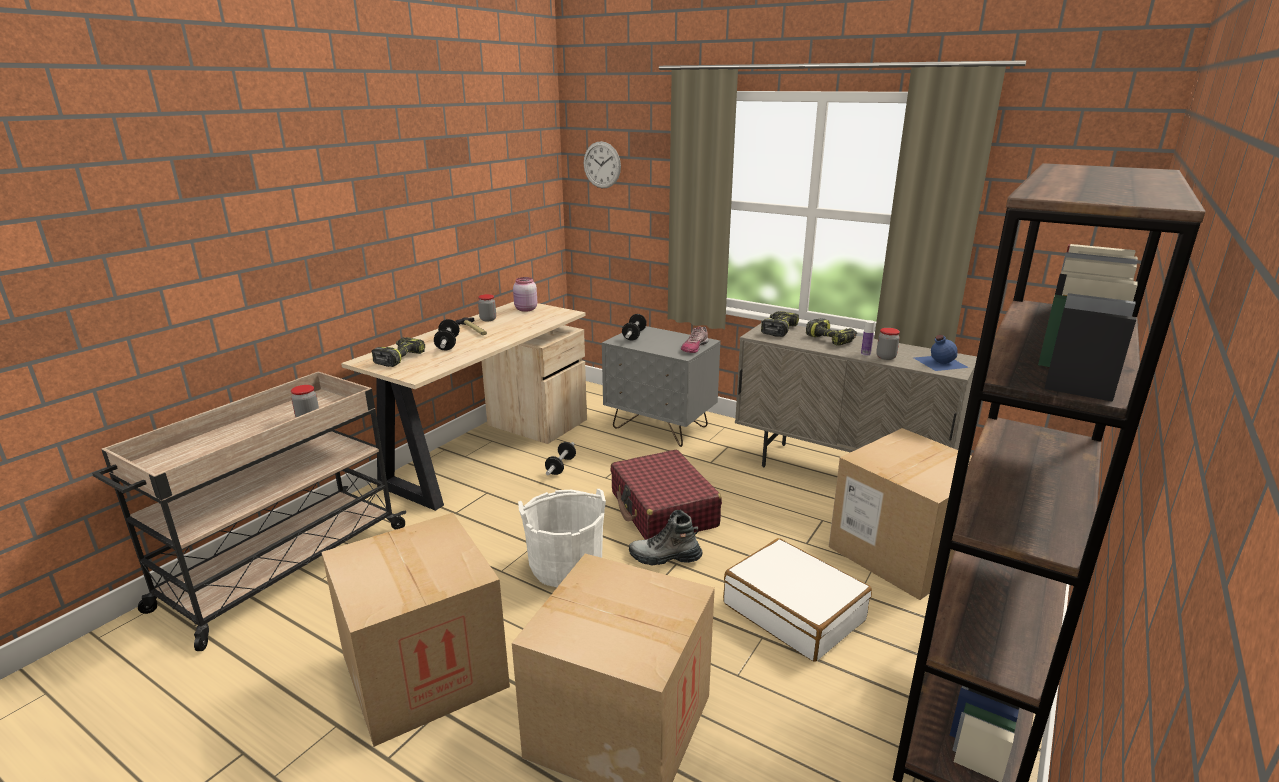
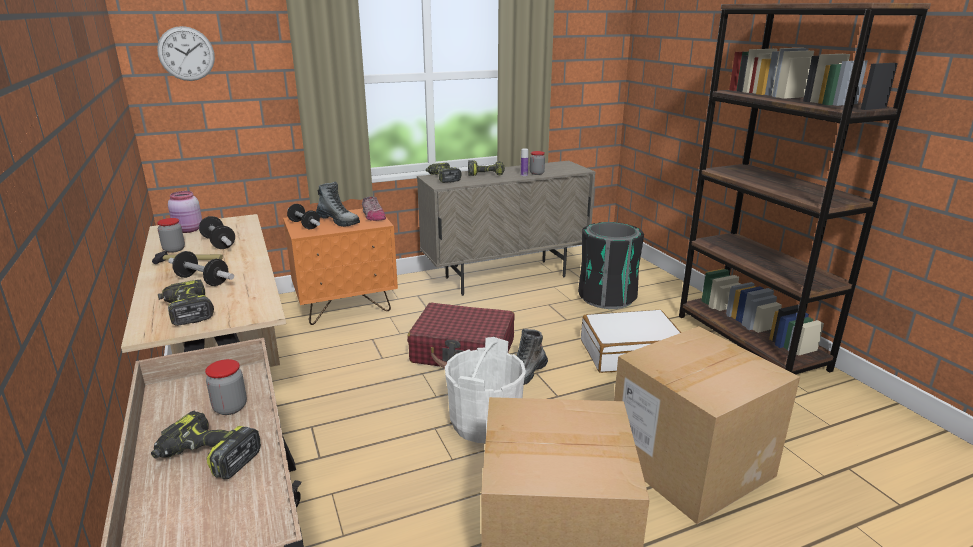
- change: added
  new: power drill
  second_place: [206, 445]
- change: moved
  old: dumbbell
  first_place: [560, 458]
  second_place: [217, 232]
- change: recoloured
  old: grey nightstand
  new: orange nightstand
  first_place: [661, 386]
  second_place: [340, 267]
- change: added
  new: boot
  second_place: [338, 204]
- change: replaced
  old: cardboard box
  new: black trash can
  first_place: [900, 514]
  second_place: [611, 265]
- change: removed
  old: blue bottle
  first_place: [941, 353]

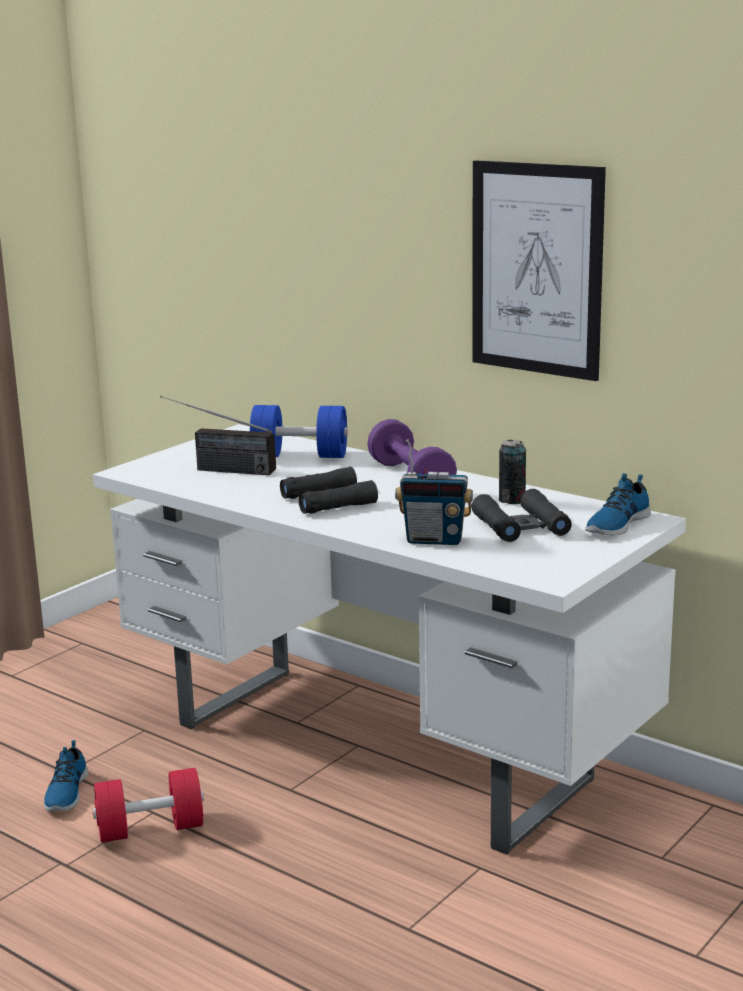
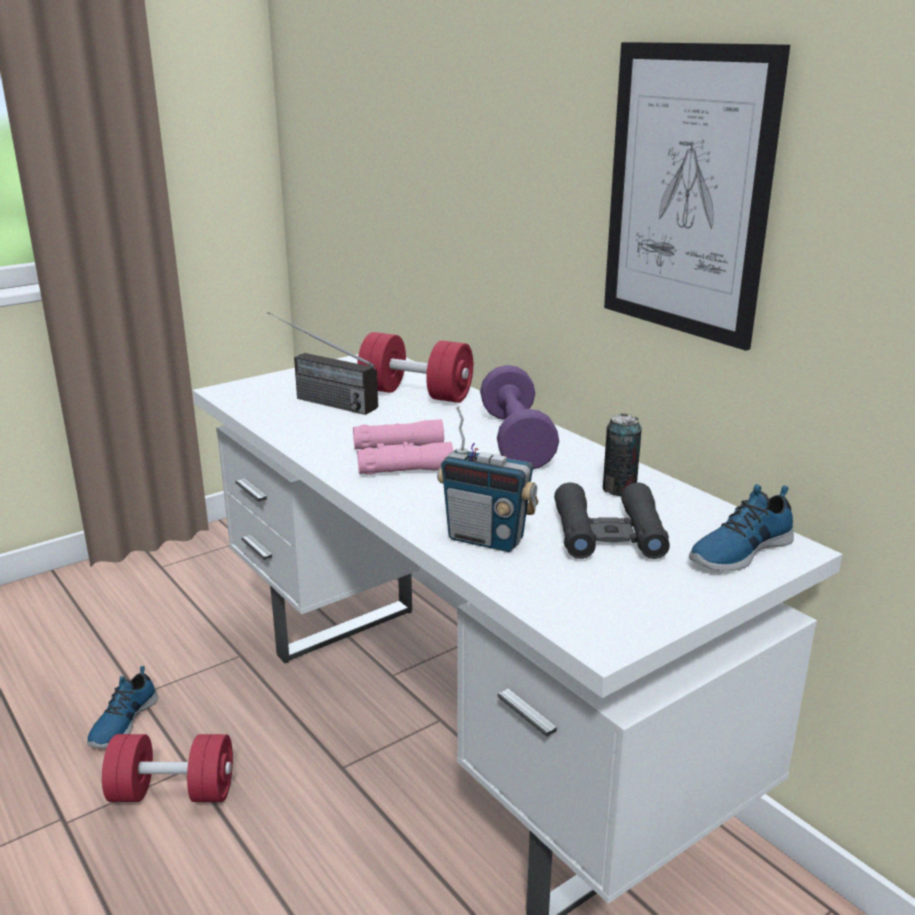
- change: recoloured
  old: black binoculars
  new: pink binoculars
  first_place: [329, 490]
  second_place: [403, 447]
- change: recoloured
  old: blue dumbbell
  new: red dumbbell
  first_place: [299, 431]
  second_place: [415, 367]

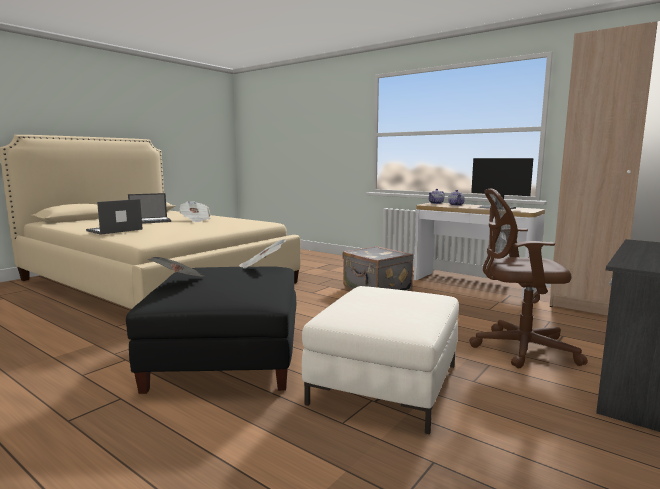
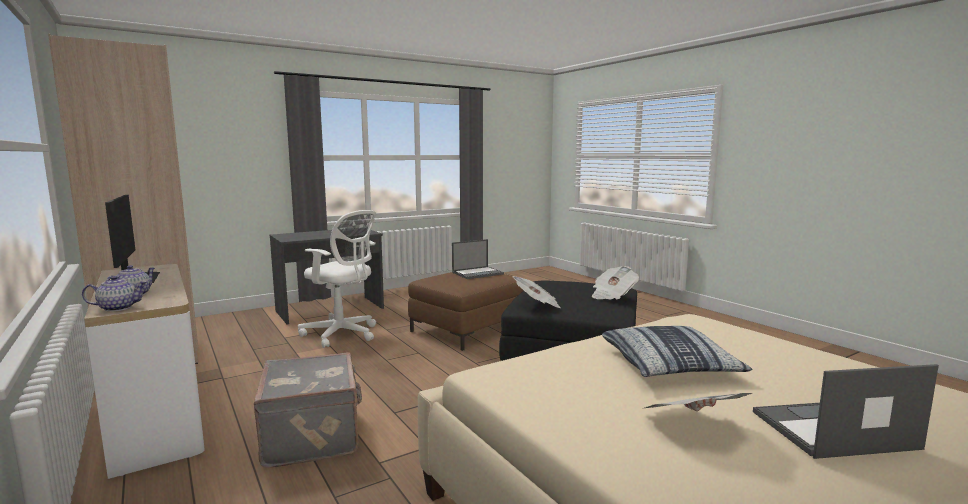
- change: recoloured
  old: brown office chair
  new: white office chair
  first_place: [528, 278]
  second_place: [337, 279]
- change: recoloured
  old: white ottoman
  new: brown ottoman
  first_place: [380, 360]
  second_place: [466, 311]
- change: moved
  old: laptop
  first_place: [114, 217]
  second_place: [478, 259]
- change: added
  new: pillow
  second_place: [677, 351]

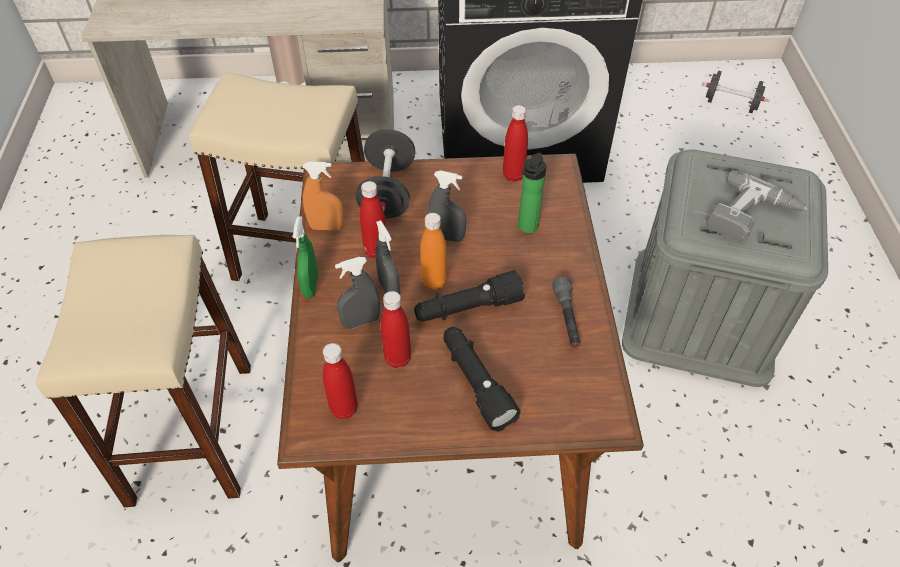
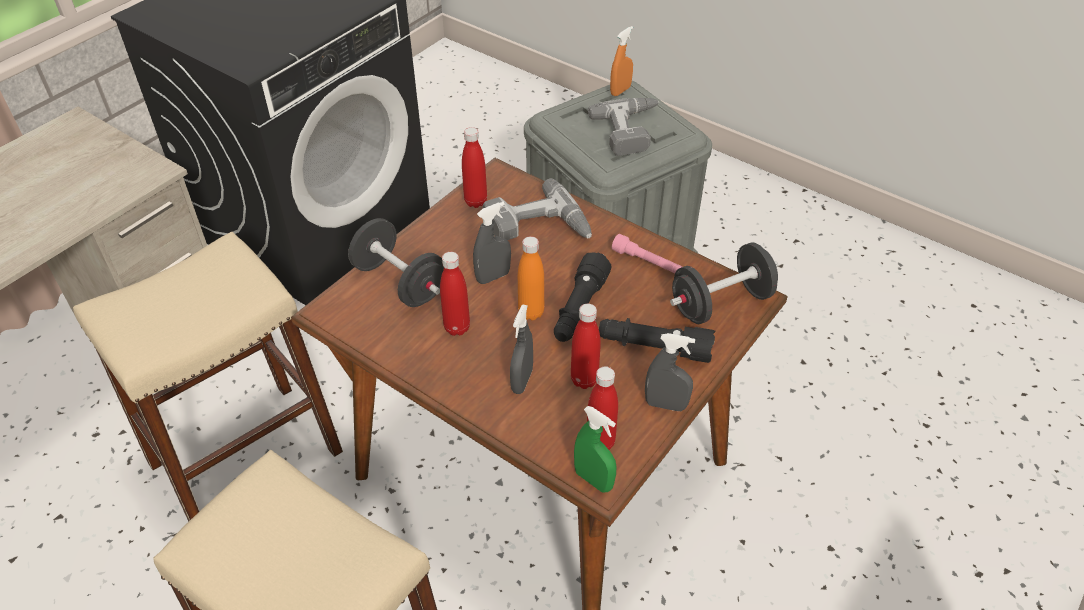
- change: replaced
  old: bottle
  new: power drill
  first_place: [532, 193]
  second_place: [537, 209]
- change: moved
  old: green spray bottle
  first_place: [305, 257]
  second_place: [595, 449]
- change: moved
  old: orange spray bottle
  first_place: [323, 196]
  second_place: [621, 61]
- change: recoloured
  old: grey flashlight
  new: pink flashlight
  first_place: [566, 312]
  second_place: [647, 253]
- change: moved
  old: grey spray bottle
  first_place: [387, 257]
  second_place: [670, 372]
- change: moved
  old: black dumbbell
  first_place: [736, 92]
  second_place: [724, 283]

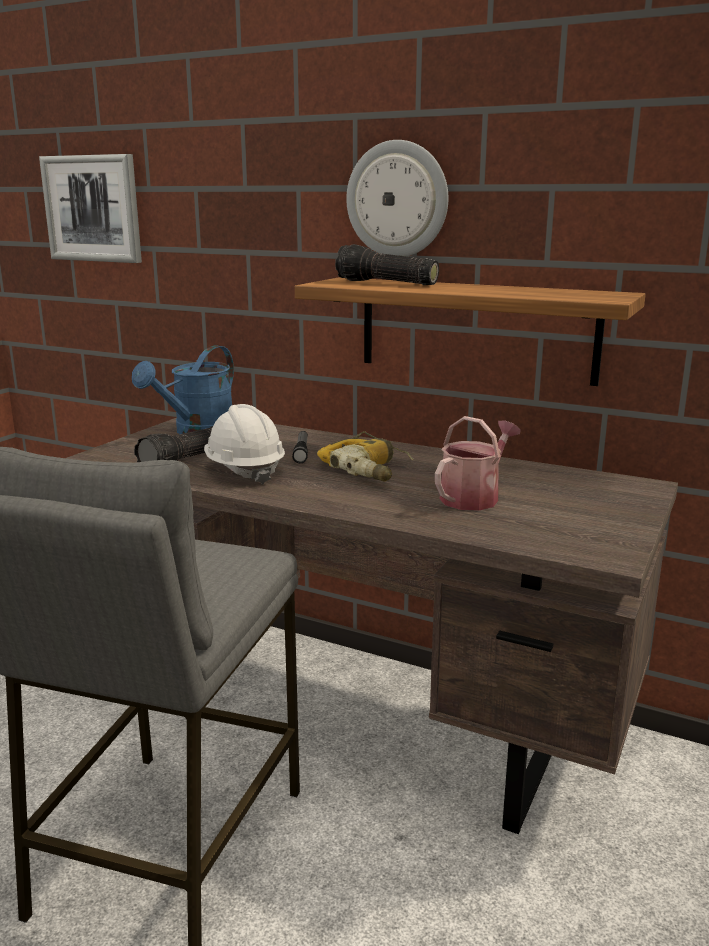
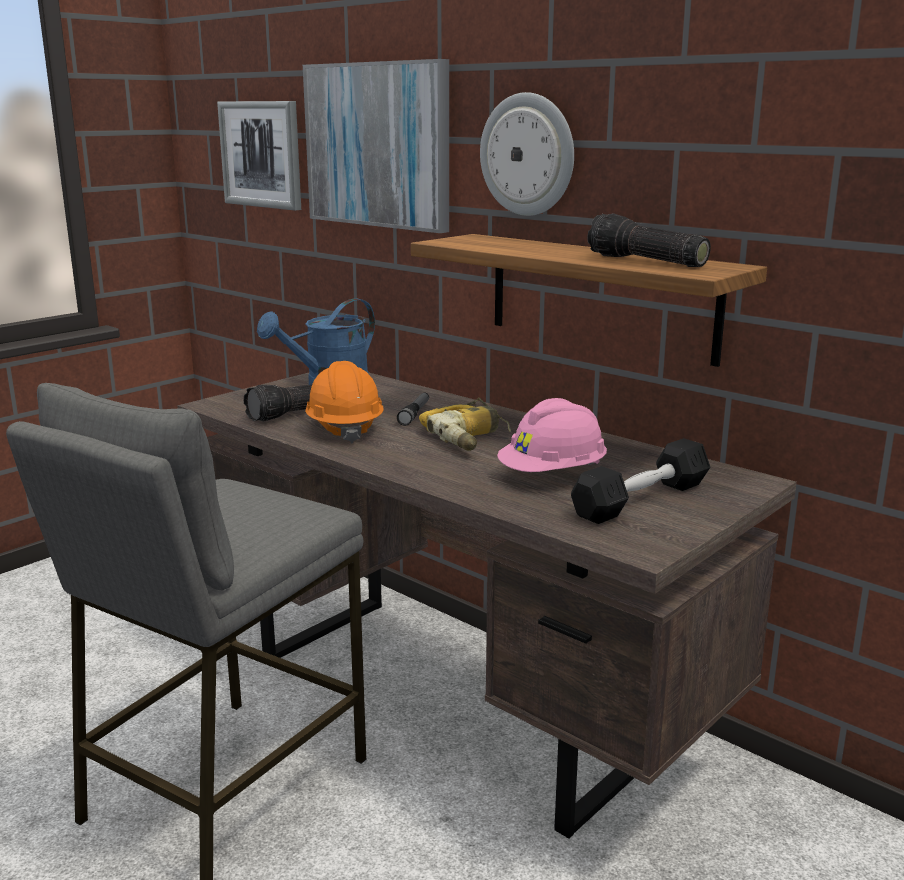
- change: added
  new: picture
  second_place: [376, 146]
- change: recoloured
  old: white hard hat
  new: orange hard hat
  first_place: [244, 444]
  second_place: [344, 402]
- change: replaced
  old: watering can
  new: pink hard hat
  first_place: [478, 463]
  second_place: [552, 435]
- change: added
  new: black dumbbell
  second_place: [640, 481]
- change: moved
  old: flashlight
  first_place: [387, 264]
  second_place: [649, 240]

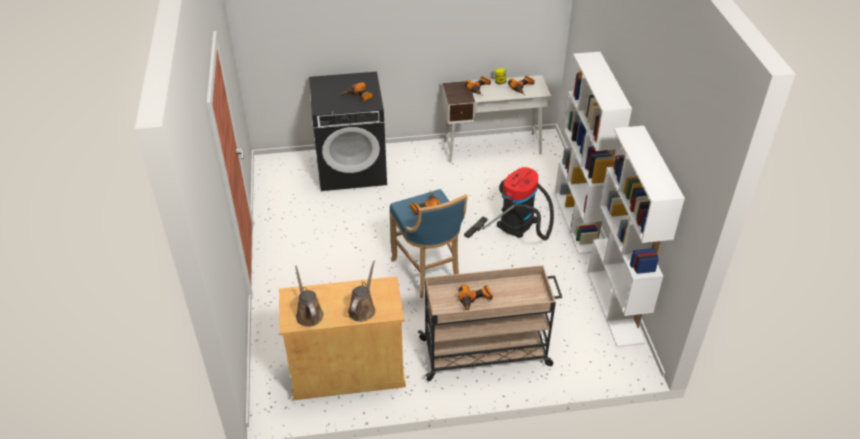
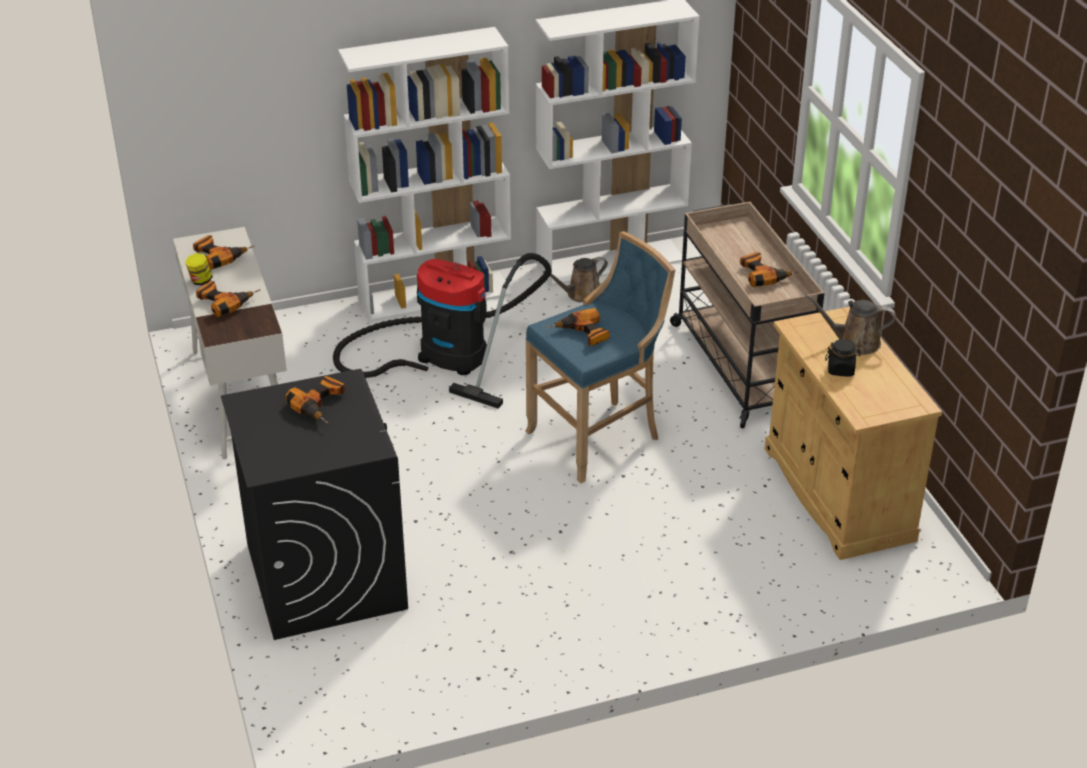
- change: moved
  old: brown watering can
  first_place: [309, 296]
  second_place: [575, 279]
- change: added
  new: black jar
  second_place: [843, 357]

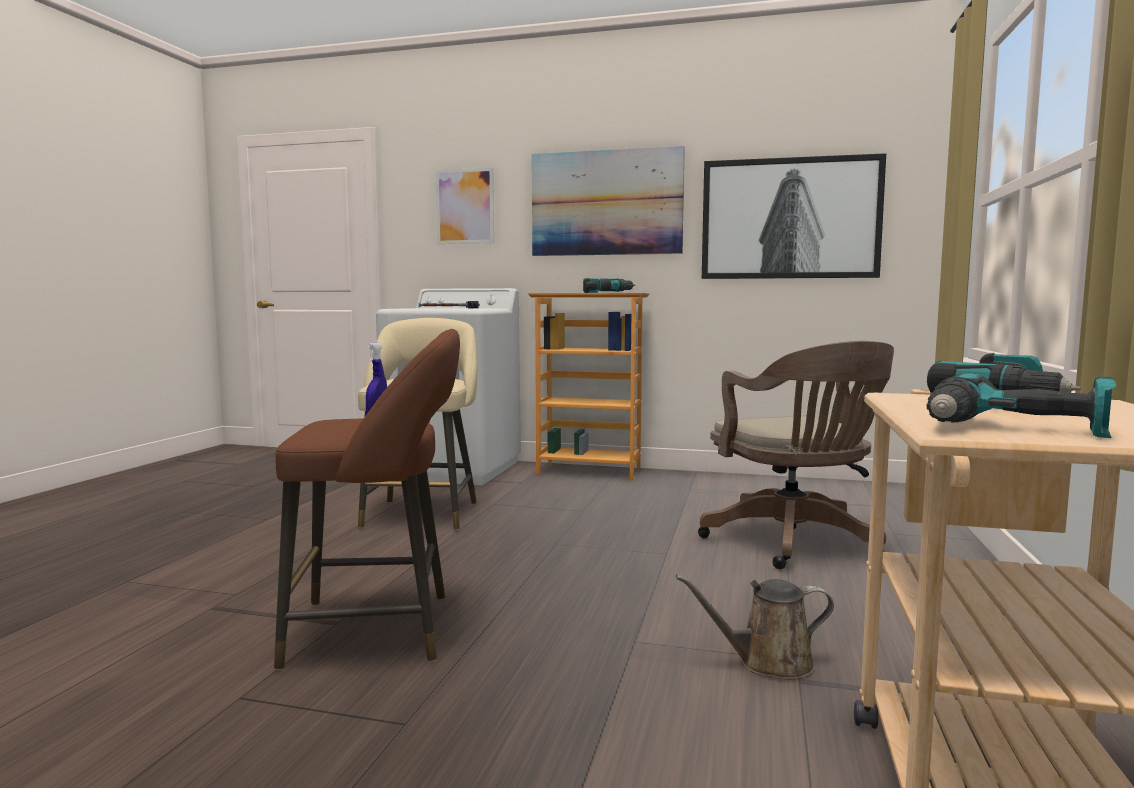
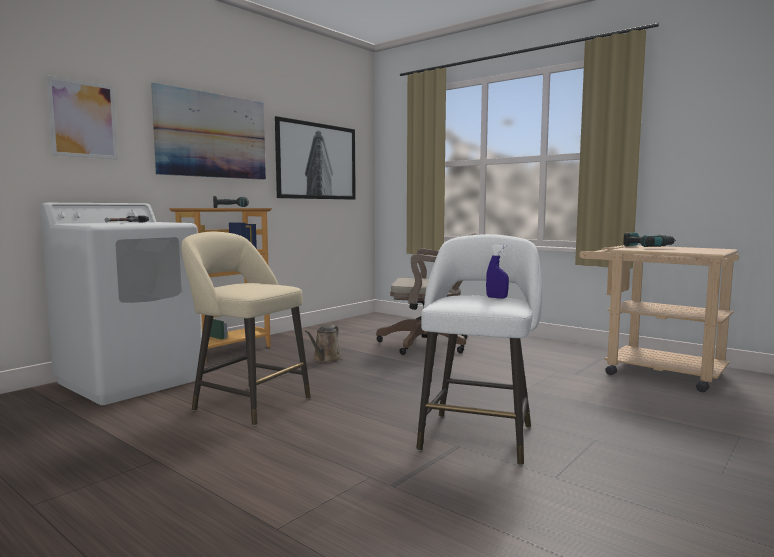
- change: moved
  old: brown watering can
  first_place: [755, 627]
  second_place: [323, 344]
- change: recoloured
  old: brown stool
  new: white stool
  first_place: [367, 499]
  second_place: [479, 350]
- change: removed
  old: power drill
  first_place: [1021, 405]

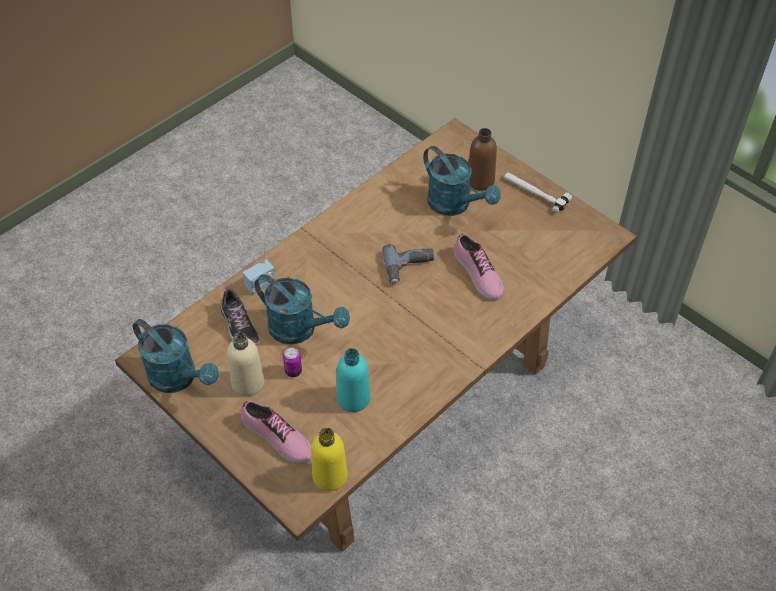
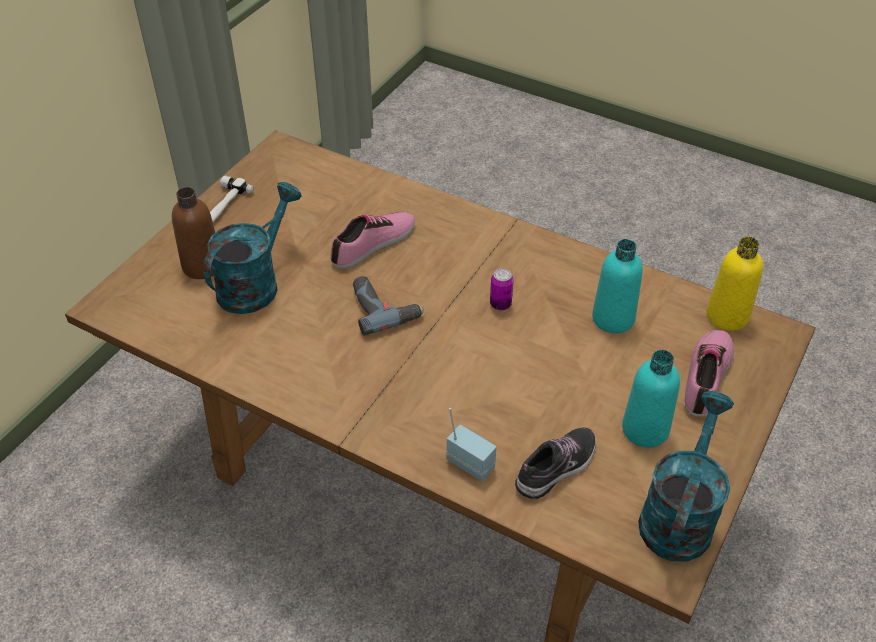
- change: moved
  old: can
  first_place: [292, 362]
  second_place: [502, 289]
- change: recoloured
  old: beige bottle
  new: turquoise bottle
  first_place: [245, 364]
  second_place: [651, 399]
- change: removed
  old: turquoise watering can
  first_place: [302, 310]

